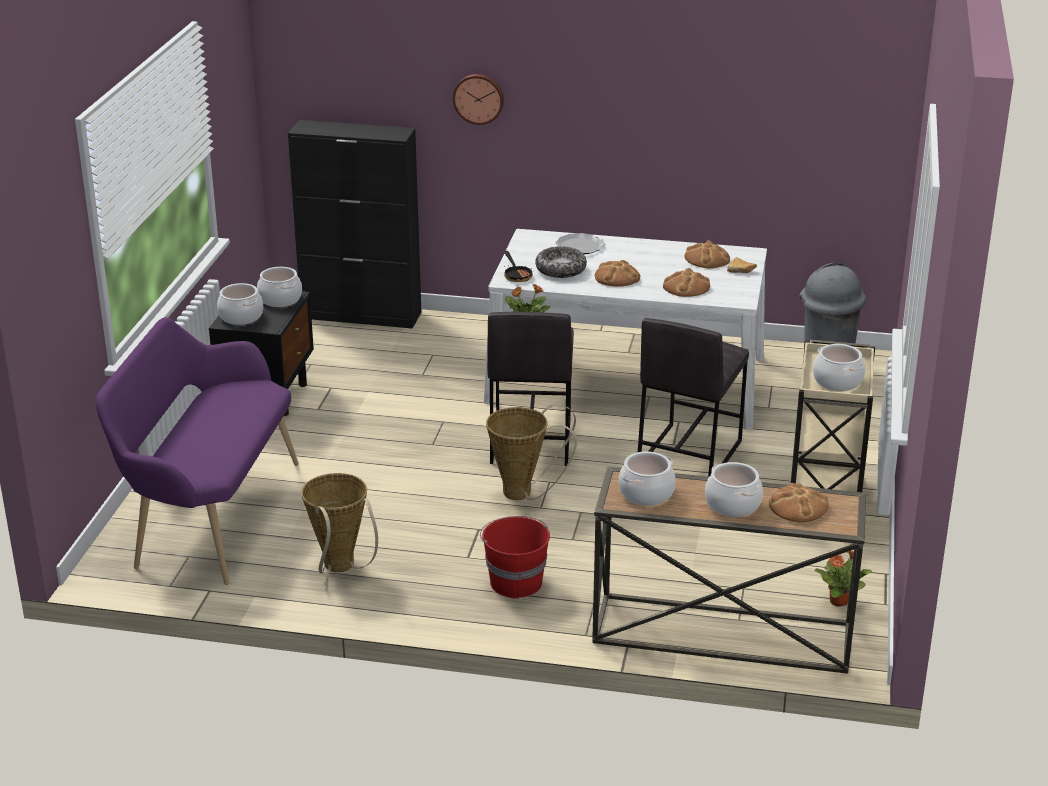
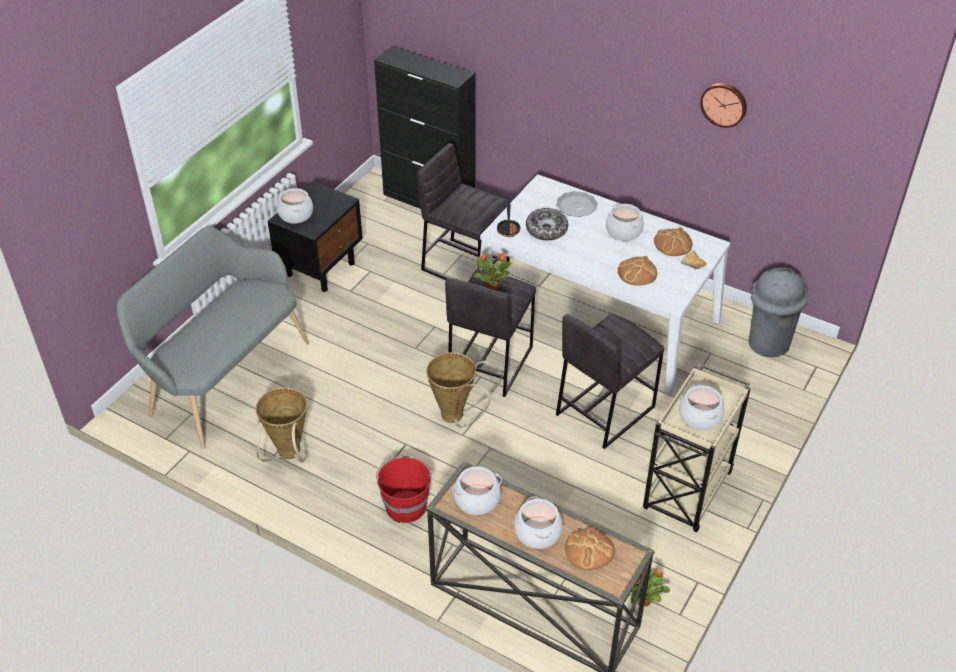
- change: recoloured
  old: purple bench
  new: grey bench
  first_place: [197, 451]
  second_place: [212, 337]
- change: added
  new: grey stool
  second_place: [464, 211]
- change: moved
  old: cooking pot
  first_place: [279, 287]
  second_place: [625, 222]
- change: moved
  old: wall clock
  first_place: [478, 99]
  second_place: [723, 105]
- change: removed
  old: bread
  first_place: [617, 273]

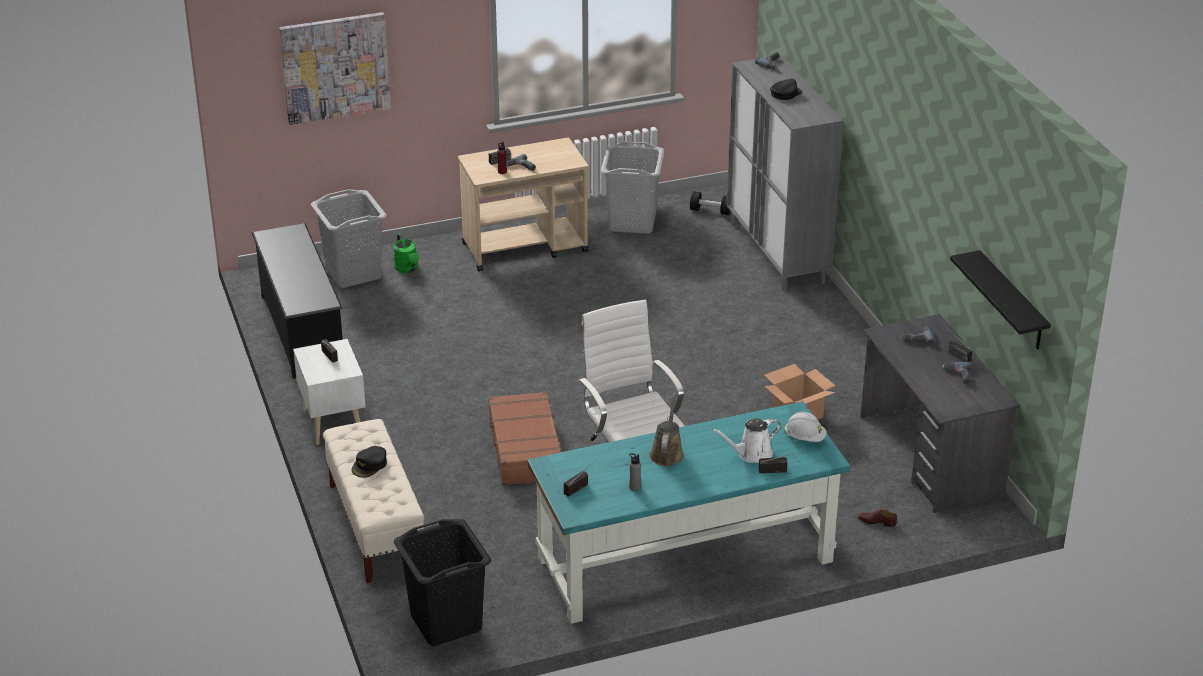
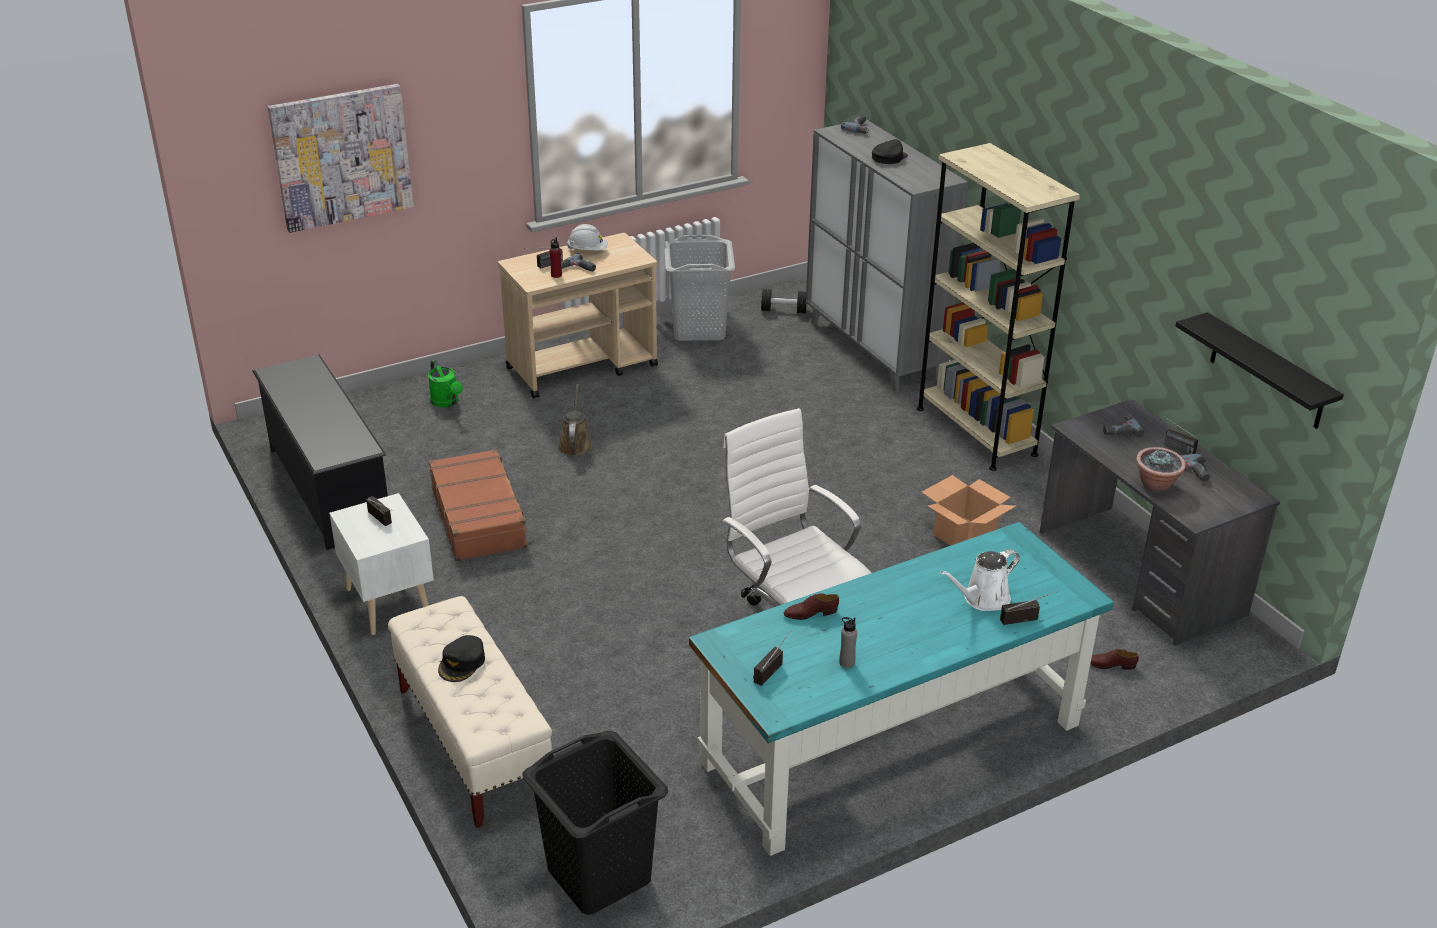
- change: moved
  old: brown suitcase
  first_place: [525, 438]
  second_place: [479, 505]
- change: moved
  old: brown watering can
  first_place: [667, 429]
  second_place: [575, 420]
- change: moved
  old: white hard hat
  first_place: [805, 427]
  second_place: [587, 237]
- change: added
  new: brown shoe
  second_place: [811, 606]
- change: added
  new: beige bookcase
  second_place: [998, 307]
- change: added
  new: potted plant
  second_place: [1161, 469]
- change: removed
  old: grey laundry basket
  first_place: [349, 238]

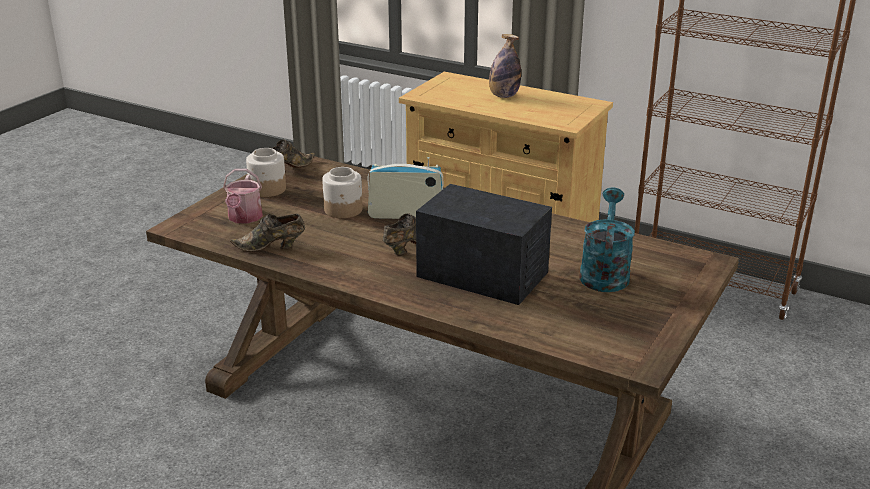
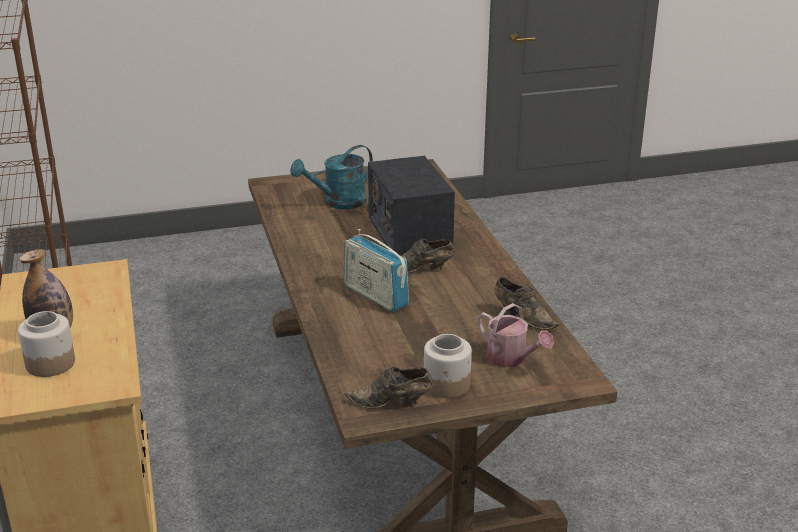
- change: moved
  old: jar
  first_place: [342, 192]
  second_place: [46, 344]
- change: turned
  old: watering can
  first_place: [243, 196]
  second_place: [515, 335]
  degrees: 90

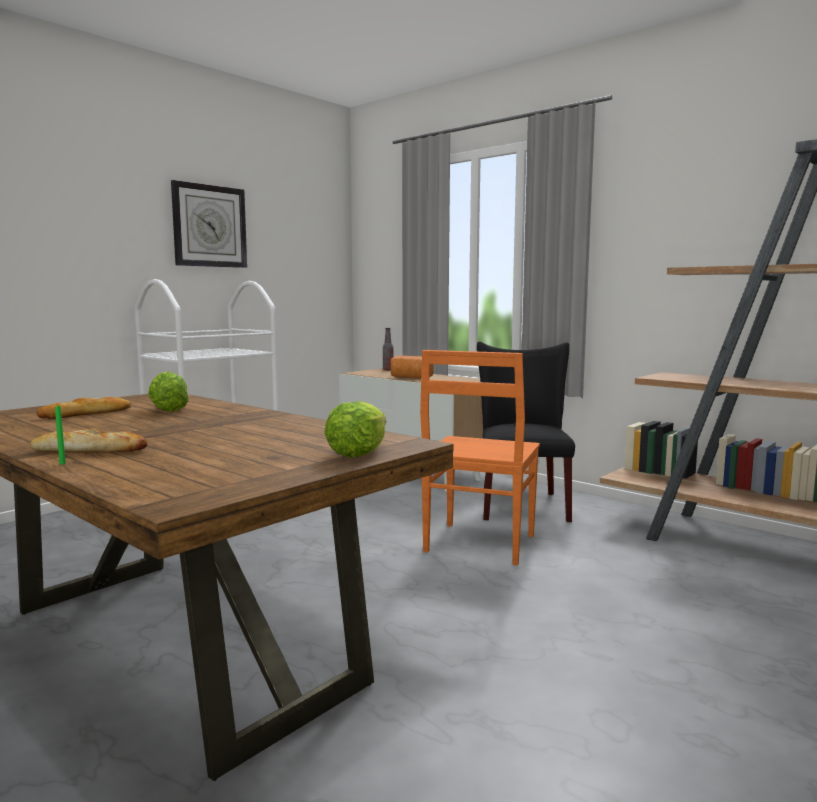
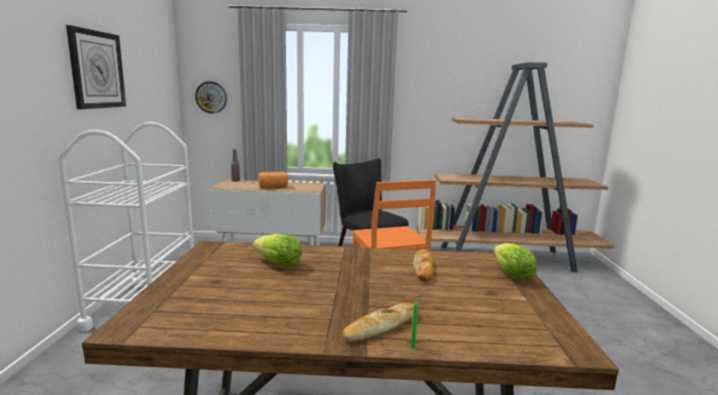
- change: added
  new: wall clock
  second_place: [211, 97]
- change: moved
  old: bread
  first_place: [84, 408]
  second_place: [423, 265]

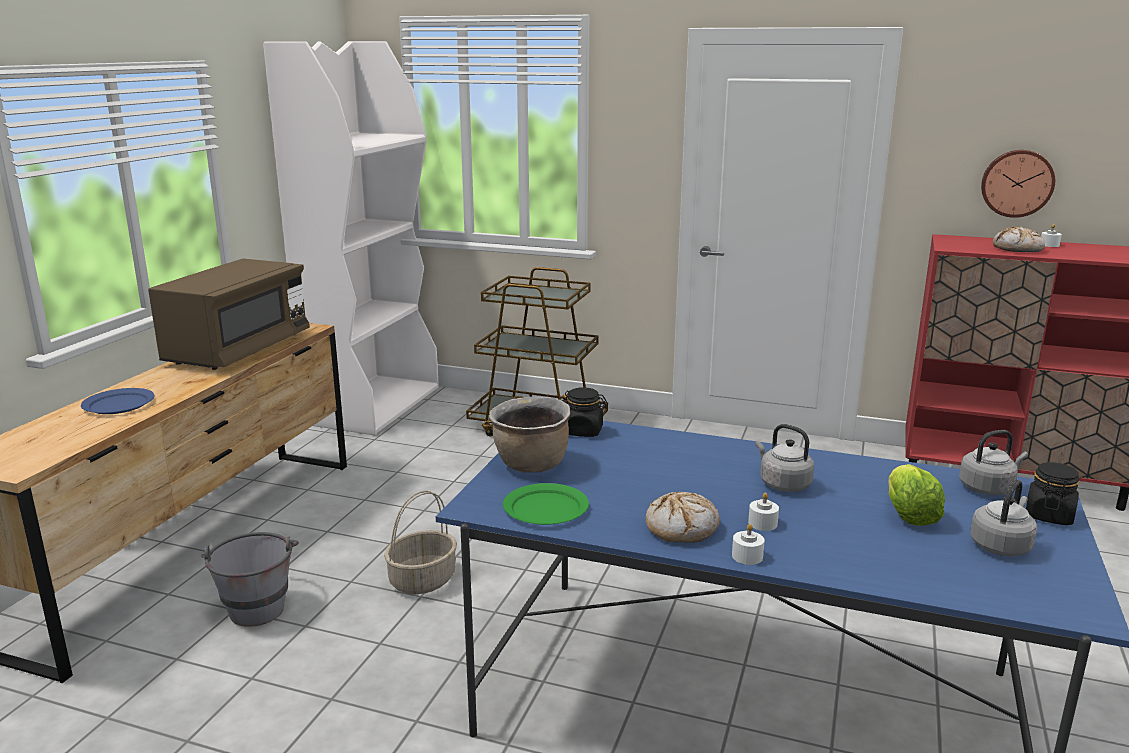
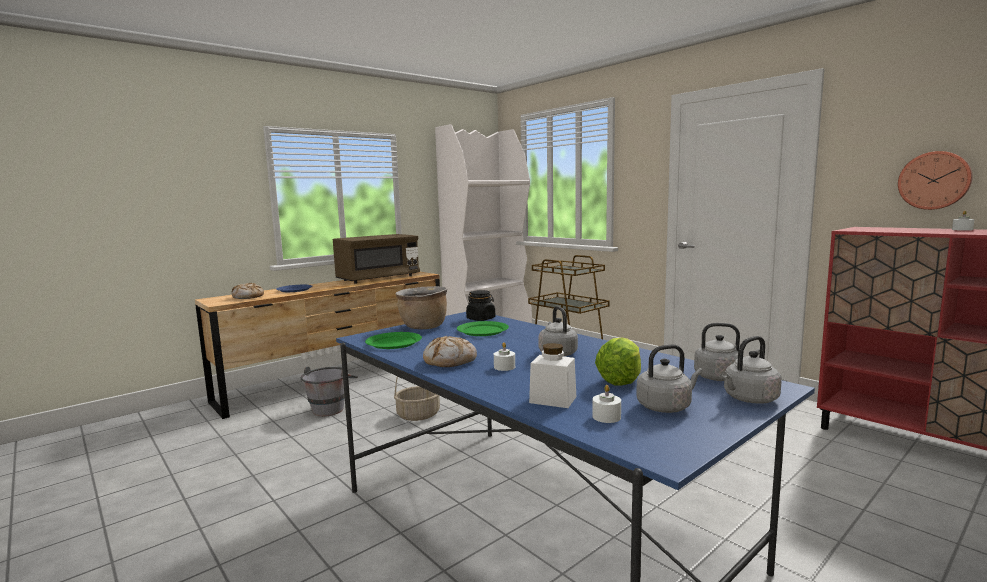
- change: moved
  old: bread
  first_place: [1019, 239]
  second_place: [248, 291]
- change: added
  new: green plate
  second_place: [483, 328]
- change: added
  new: white jar
  second_place: [552, 375]
- change: moved
  old: white candle
  first_place: [748, 544]
  second_place: [606, 404]
- change: replaced
  old: black jar
  new: grey kettle
  first_place: [1053, 493]
  second_place: [751, 370]

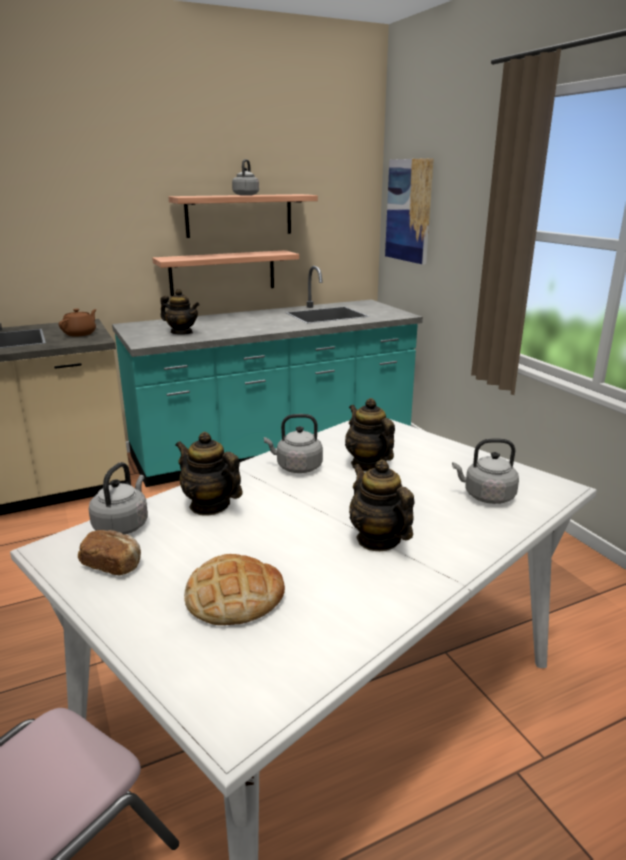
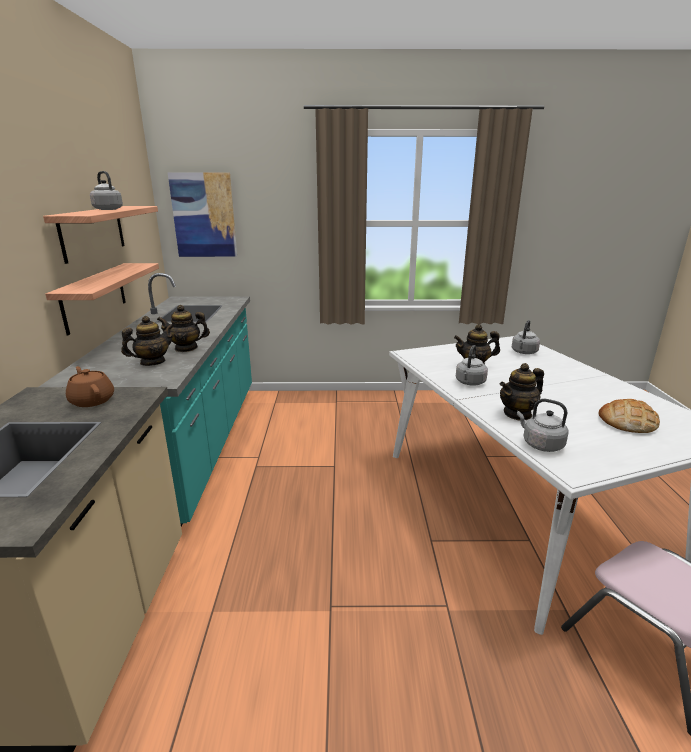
- change: moved
  old: teapot
  first_place: [382, 505]
  second_place: [183, 328]
- change: removed
  old: bread
  first_place: [109, 552]

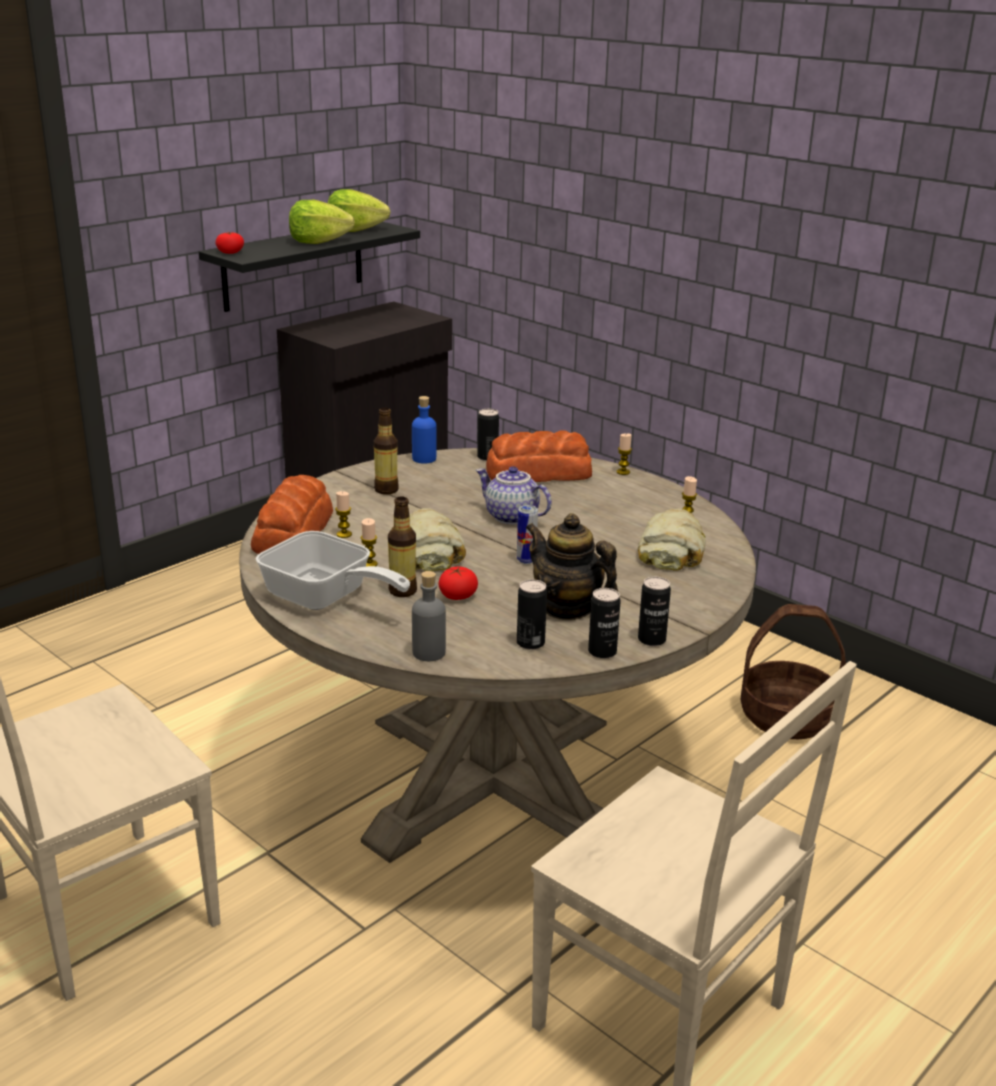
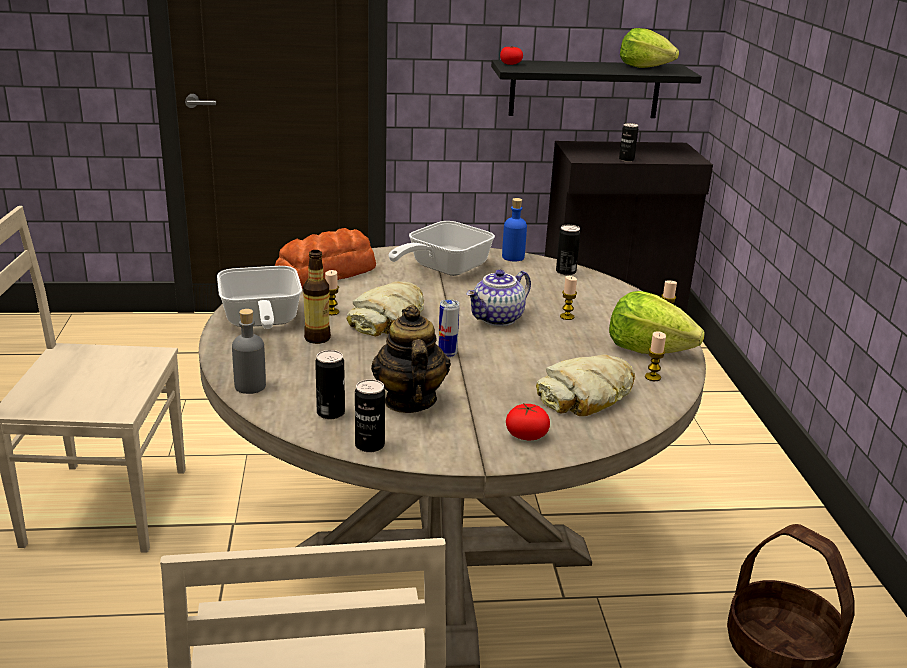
- change: replaced
  old: bottle
  new: frying pan
  first_place: [386, 451]
  second_place: [442, 248]
- change: turned
  old: teapot
  first_place: [514, 495]
  second_place: [498, 298]
  degrees: -120
- change: moved
  old: tomato
  first_place: [458, 583]
  second_place: [528, 421]
- change: moved
  old: candle
  first_place: [343, 514]
  second_place: [568, 298]
- change: moved
  old: lettuce
  first_place: [322, 222]
  second_place: [657, 322]
- change: moved
  old: can
  first_place: [654, 611]
  second_place: [628, 142]
- change: removed
  old: bread
  first_place: [539, 456]

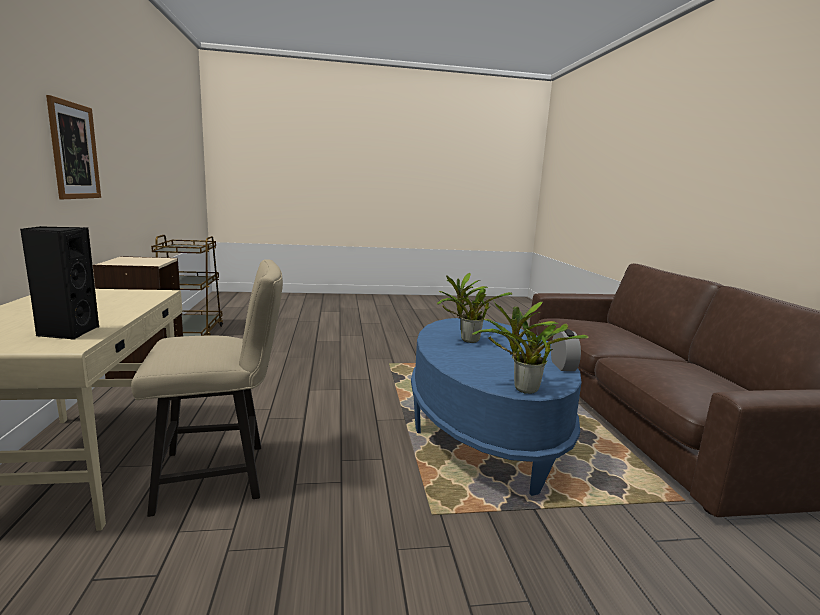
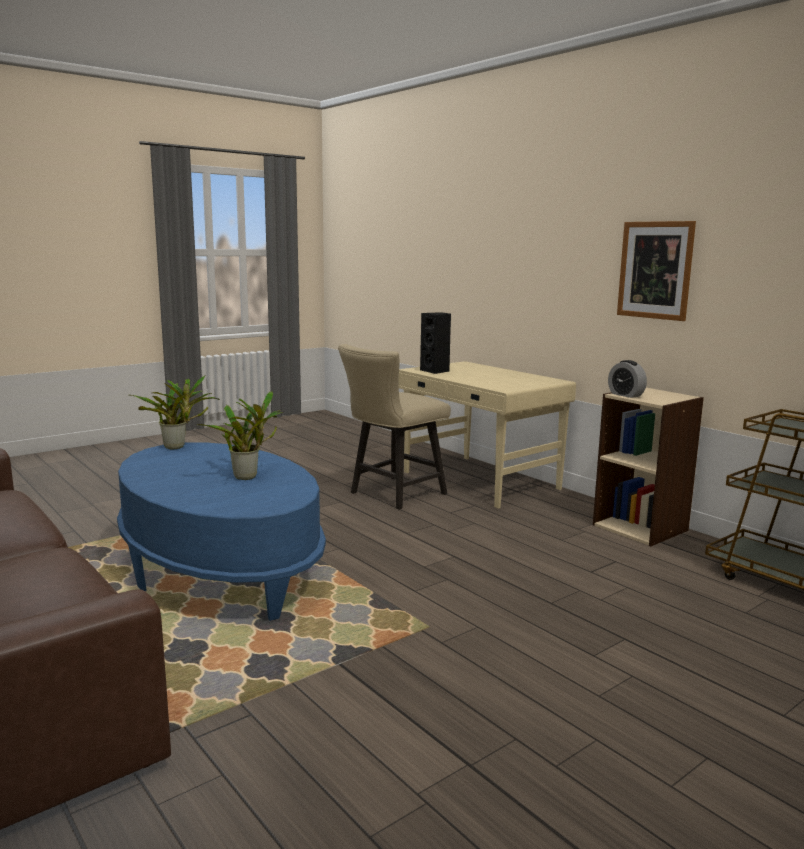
- change: moved
  old: alarm clock
  first_place: [566, 350]
  second_place: [627, 379]

